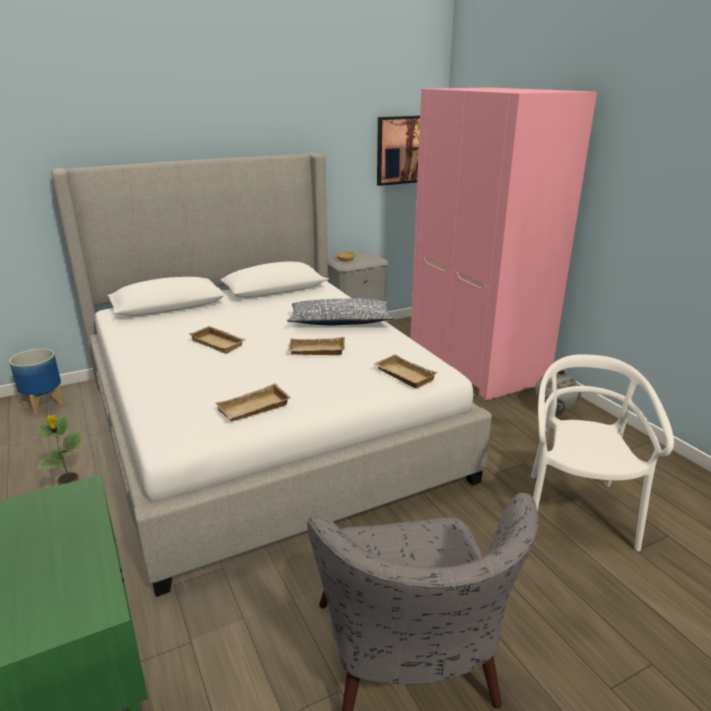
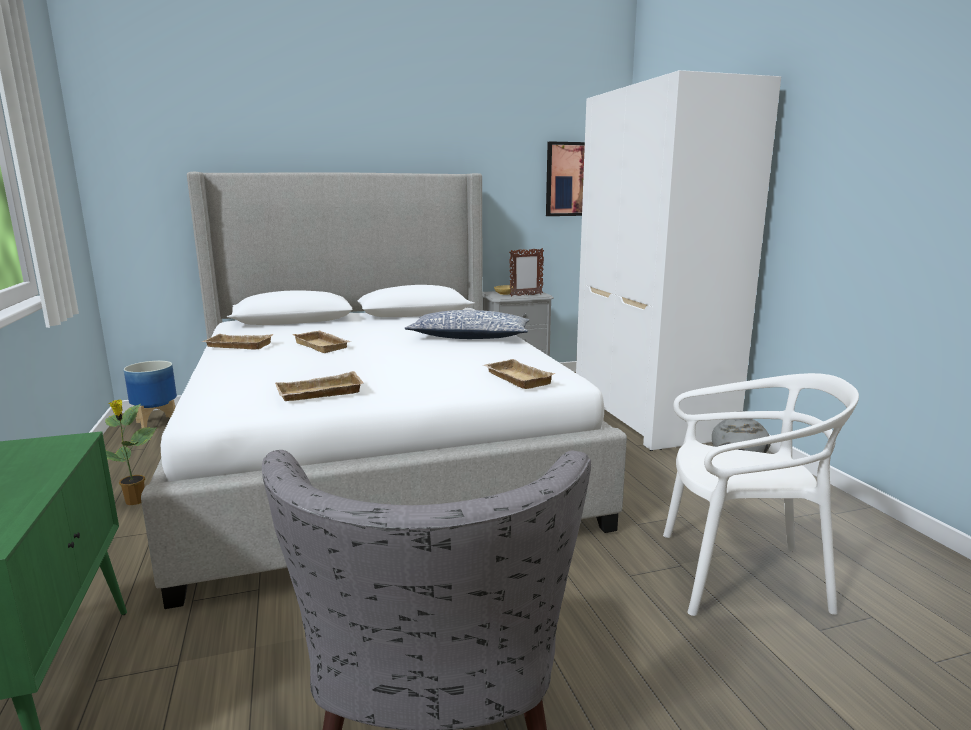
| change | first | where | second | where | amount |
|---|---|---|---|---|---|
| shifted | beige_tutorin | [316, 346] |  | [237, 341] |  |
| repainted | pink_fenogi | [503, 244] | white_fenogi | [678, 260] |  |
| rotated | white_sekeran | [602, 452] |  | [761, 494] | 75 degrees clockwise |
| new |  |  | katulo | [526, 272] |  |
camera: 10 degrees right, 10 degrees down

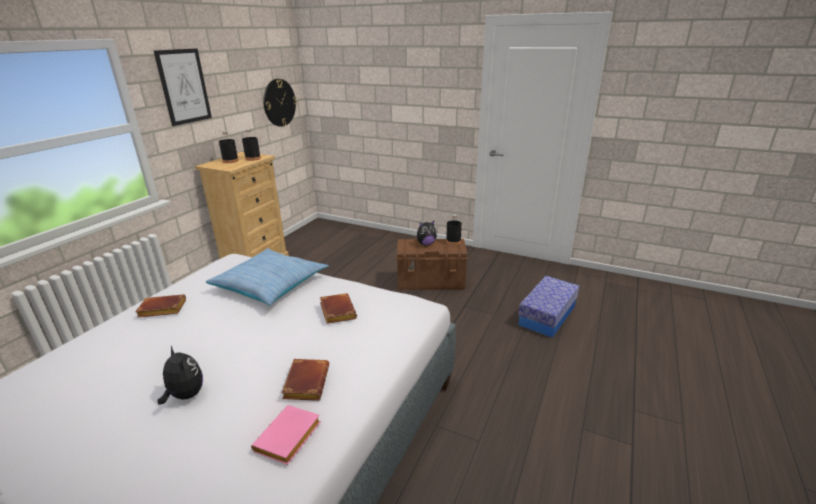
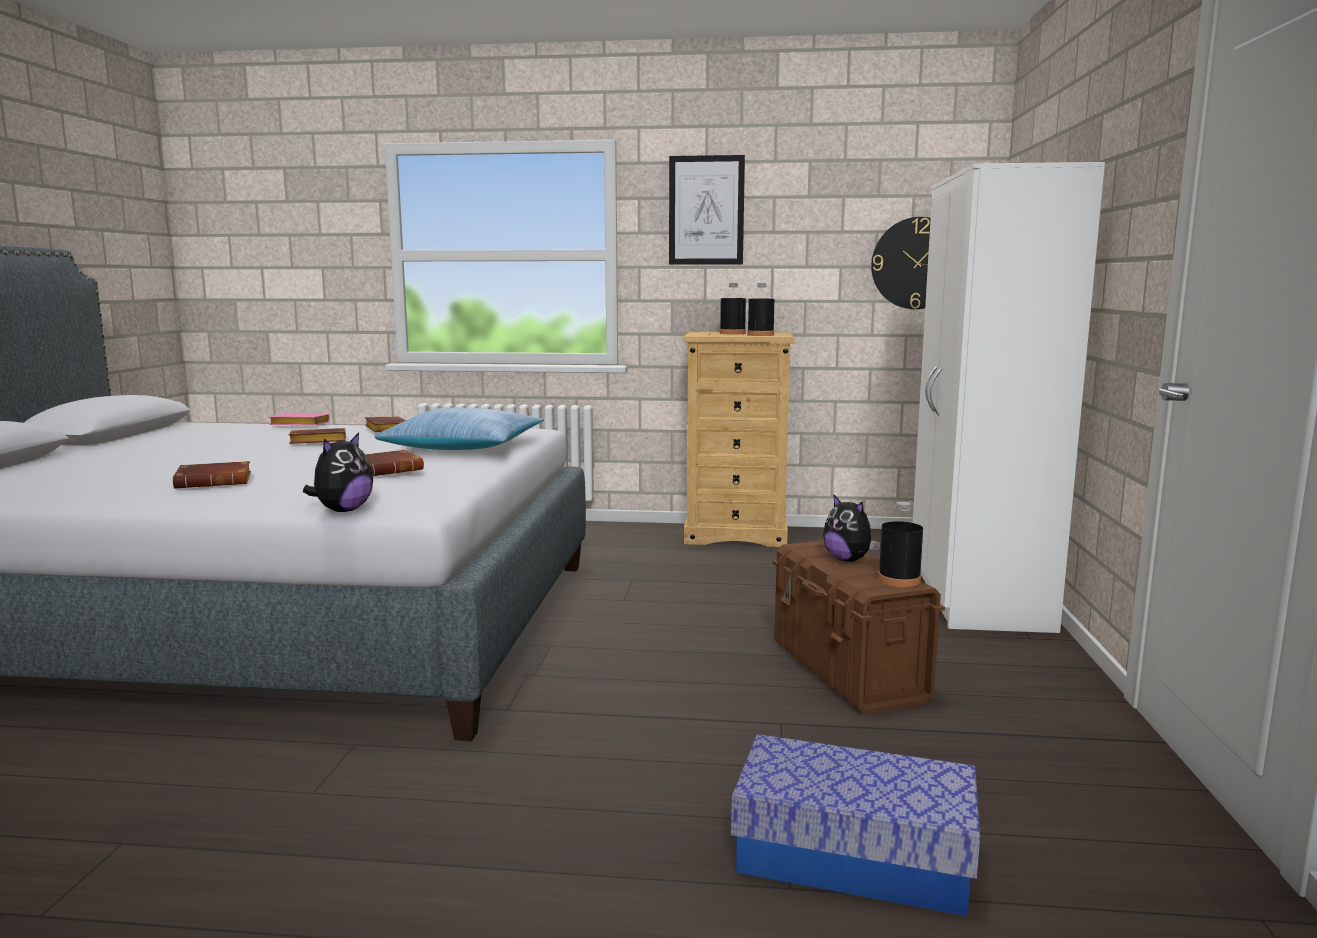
| change | first | where | second | where | amount |
|---|---|---|---|---|---|
| shifted | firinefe | [180, 375] |  | [338, 472] |  |
| shifted | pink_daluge | [286, 435] |  | [299, 419] |  |
| new |  |  | brown_daluge | [317, 436] |  |
| new |  |  | white_fenogi | [1009, 397] |  |
camera: 70 degrees right, 15 degrees down

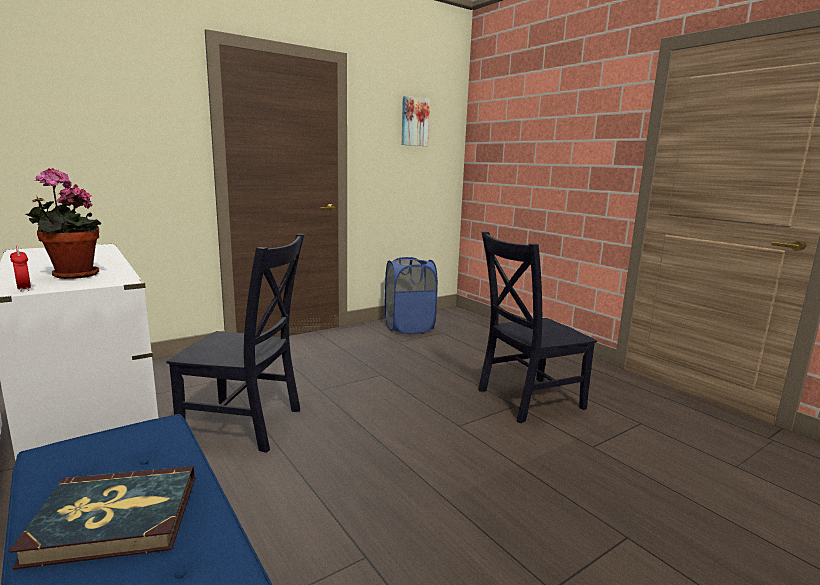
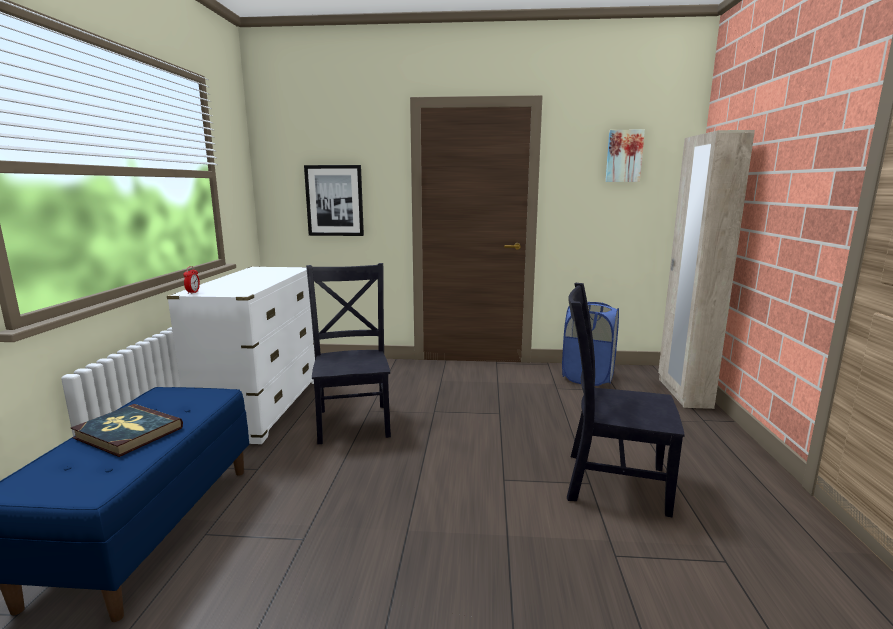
| change | first | where | second | where | amount |
|---|---|---|---|---|---|
| gone | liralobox | [63, 223] |  |  |  |
| rotated | black_sekeran | [235, 343] |  | [348, 353] | 150 degrees counterclockwise |
| new |  |  | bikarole | [334, 200] |  |
| new |  |  | beige_fenogi | [706, 269] |  |
camera: 40 degrees right, 0 degrees up

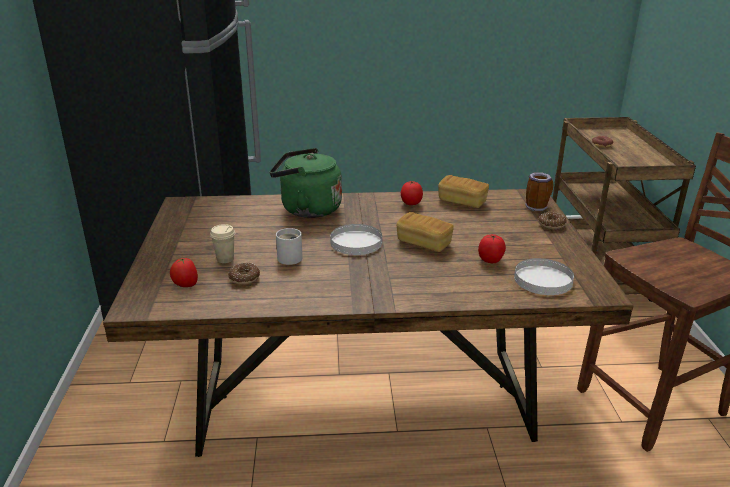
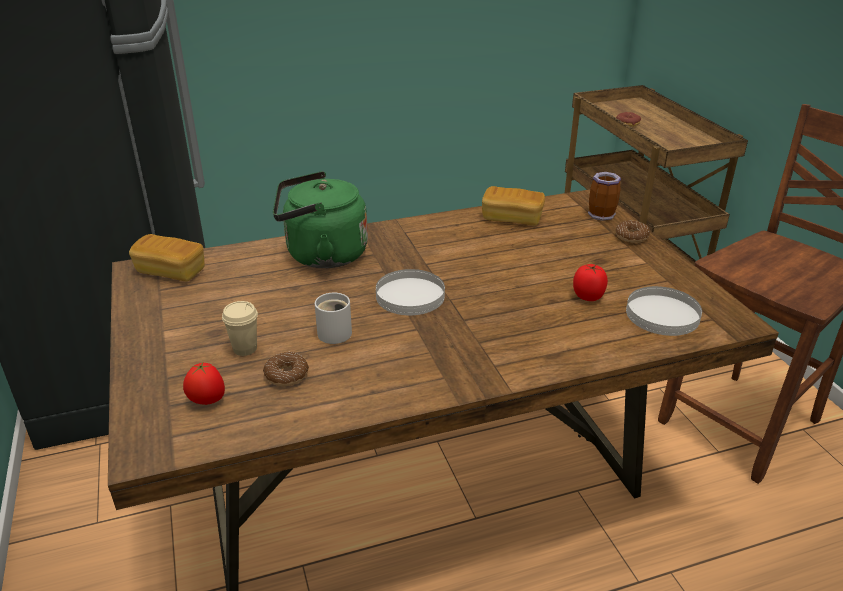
| change | first | where | second | where | amount |
|---|---|---|---|---|---|
| shifted | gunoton | [425, 232] |  | [167, 257] |  |
| gone | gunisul | [412, 193] |  |  |  |
camera: 15 degrees left, 5 degrees up

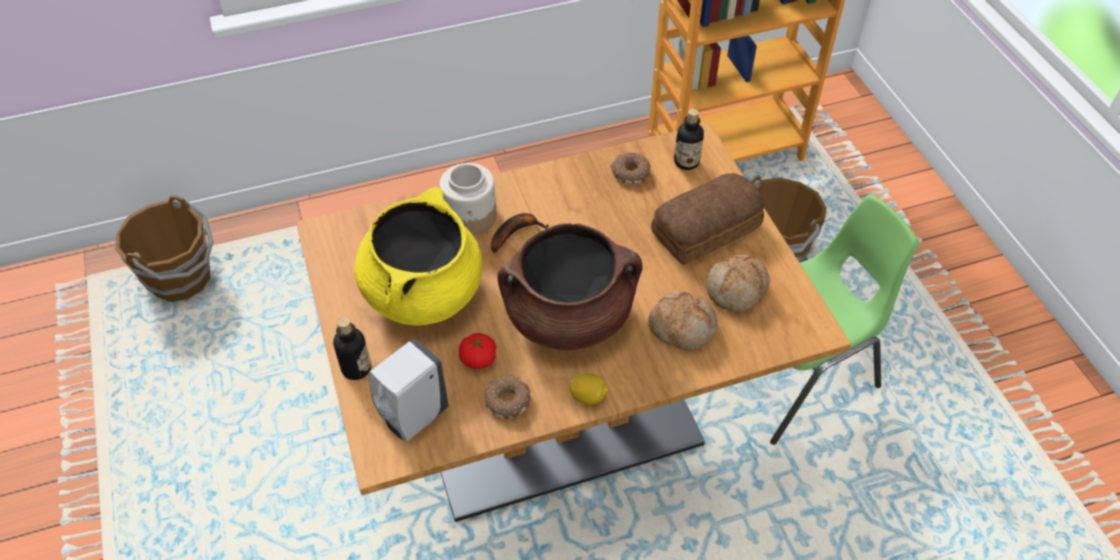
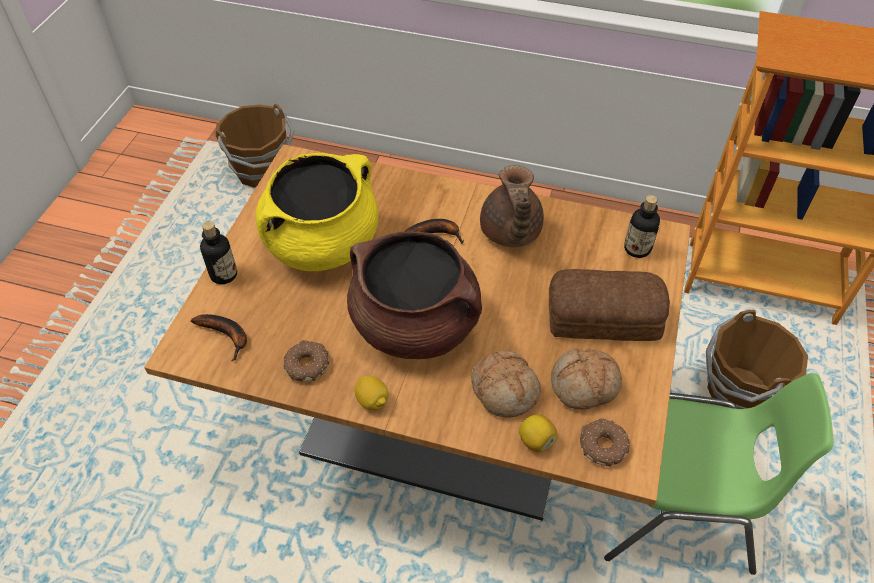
| change | first | where | second | where | amount |
|---|---|---|---|---|---|
| swapped | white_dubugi | [409, 390] | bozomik | [219, 337] |  |
| gone | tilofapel | [468, 199] |  |  |  |
| gone | gunisul | [477, 351] |  |  |  |
| shifted | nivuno | [630, 168] |  | [605, 442] |  |
| new |  |  | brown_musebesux | [512, 206] |  |
| new |  |  | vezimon | [538, 433] |  |
camera: 35 degrees right, 0 degrees up

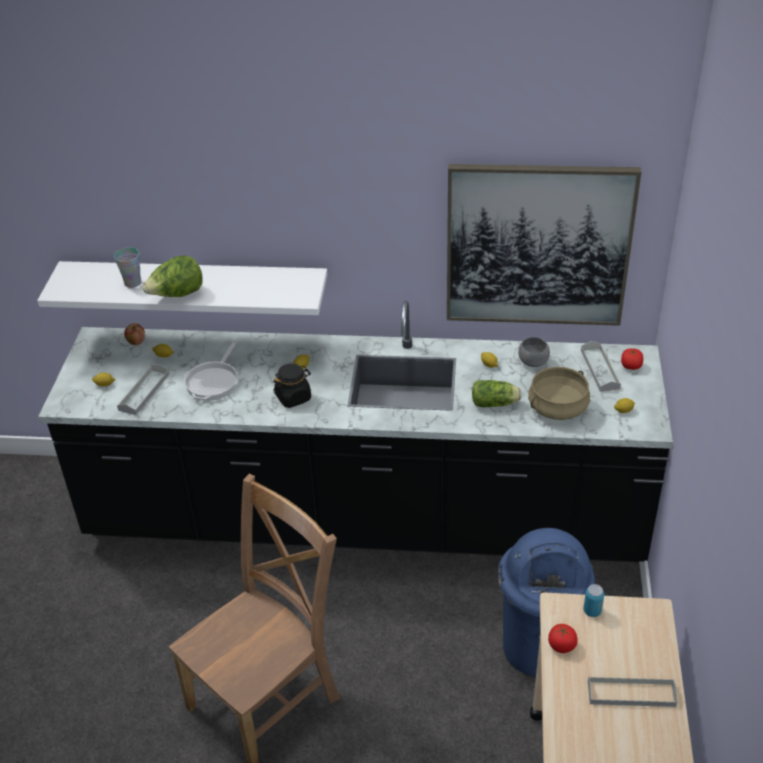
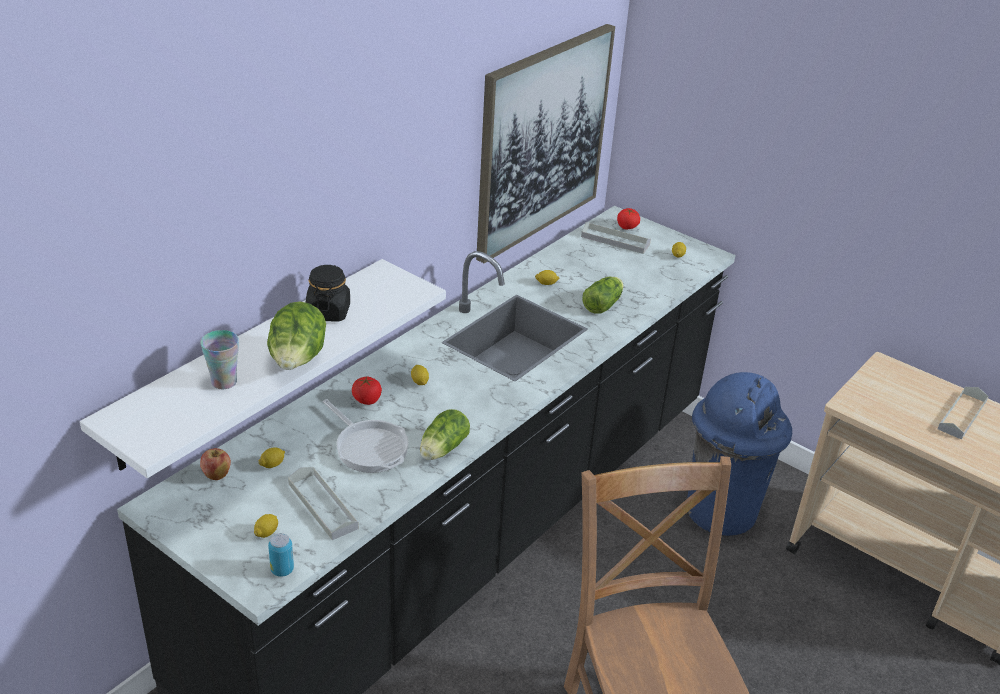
| change | first | where | second | where | amount |
|---|---|---|---|---|---|
| shifted | black_tilofapel | [292, 385] |  | [328, 293] |  |
| gone | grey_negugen | [534, 352] |  |  |  |
| gone | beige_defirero | [559, 393] |  |  |  |
| shifted | gunisul | [563, 638] |  | [367, 390] |  |
| shifted | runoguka | [593, 600] |  | [281, 555] |  |
| new |  |  | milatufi | [445, 434] |  |
camera: 60 degrees left, 5 degrees down

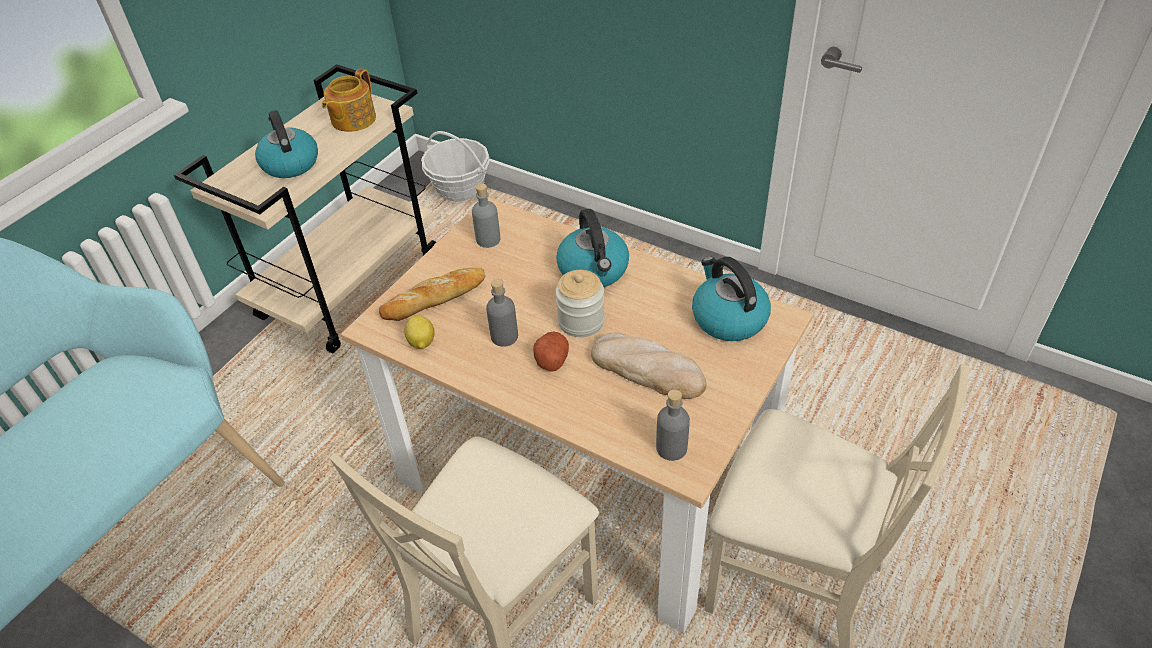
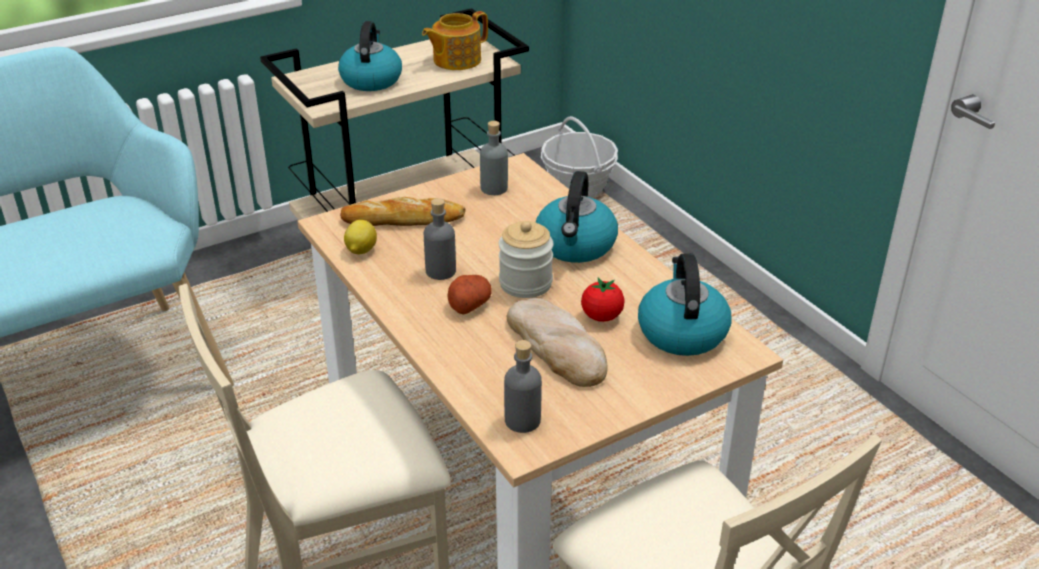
| change | first | where | second | where | amount |
|---|---|---|---|---|---|
| new |  |  | gunisul | [603, 300] |  |
camera: 25 degrees right, 10 degrees down

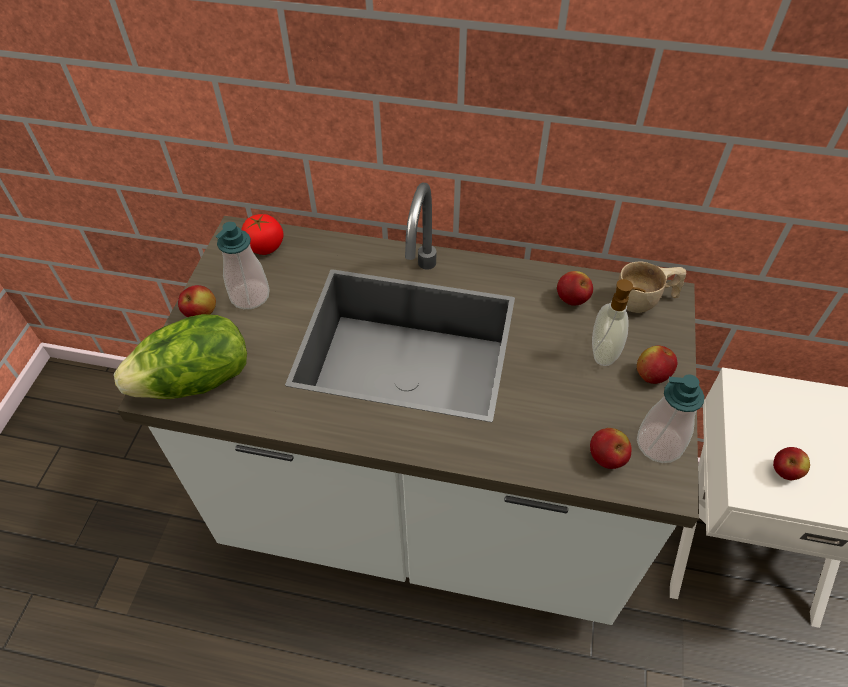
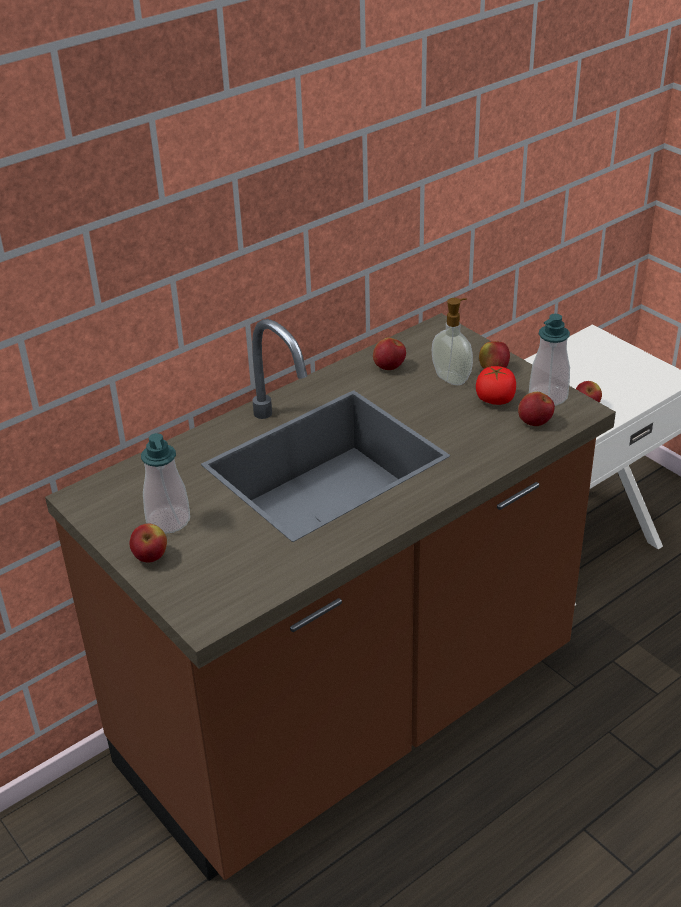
| change | first | where | second | where | amount |
|---|---|---|---|---|---|
| gone | milatufi | [180, 356] |  |  |  |
| repainted | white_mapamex | [408, 403] | brown_mapamex | [330, 597] |  |
| shifted | gunisul | [262, 234] |  | [496, 385] |  |
| gone | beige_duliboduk | [652, 287] |  |  |  |
camera: 50 degrees left, 15 degrees down

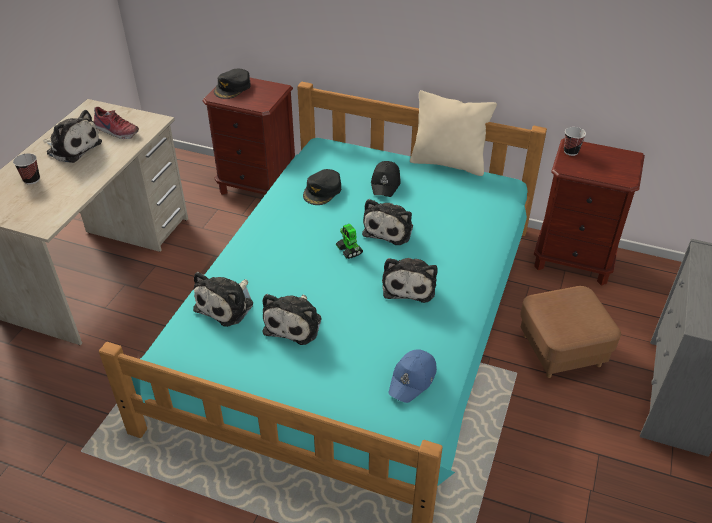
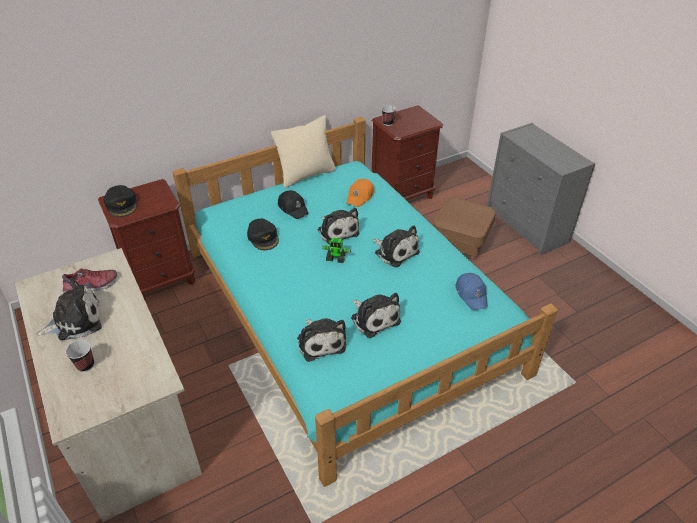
| change | first | where | second | where | amount |
|---|---|---|---|---|---|
| new |  |  | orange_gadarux | [360, 193] |  |
camera: 50 degrees left, 0 degrees up

